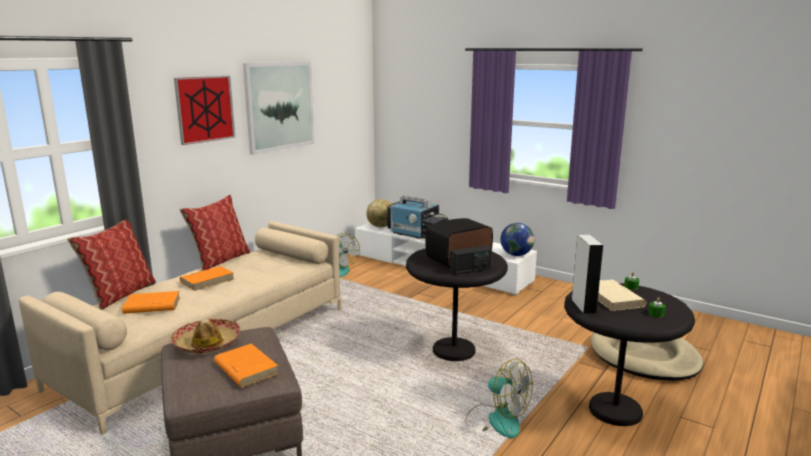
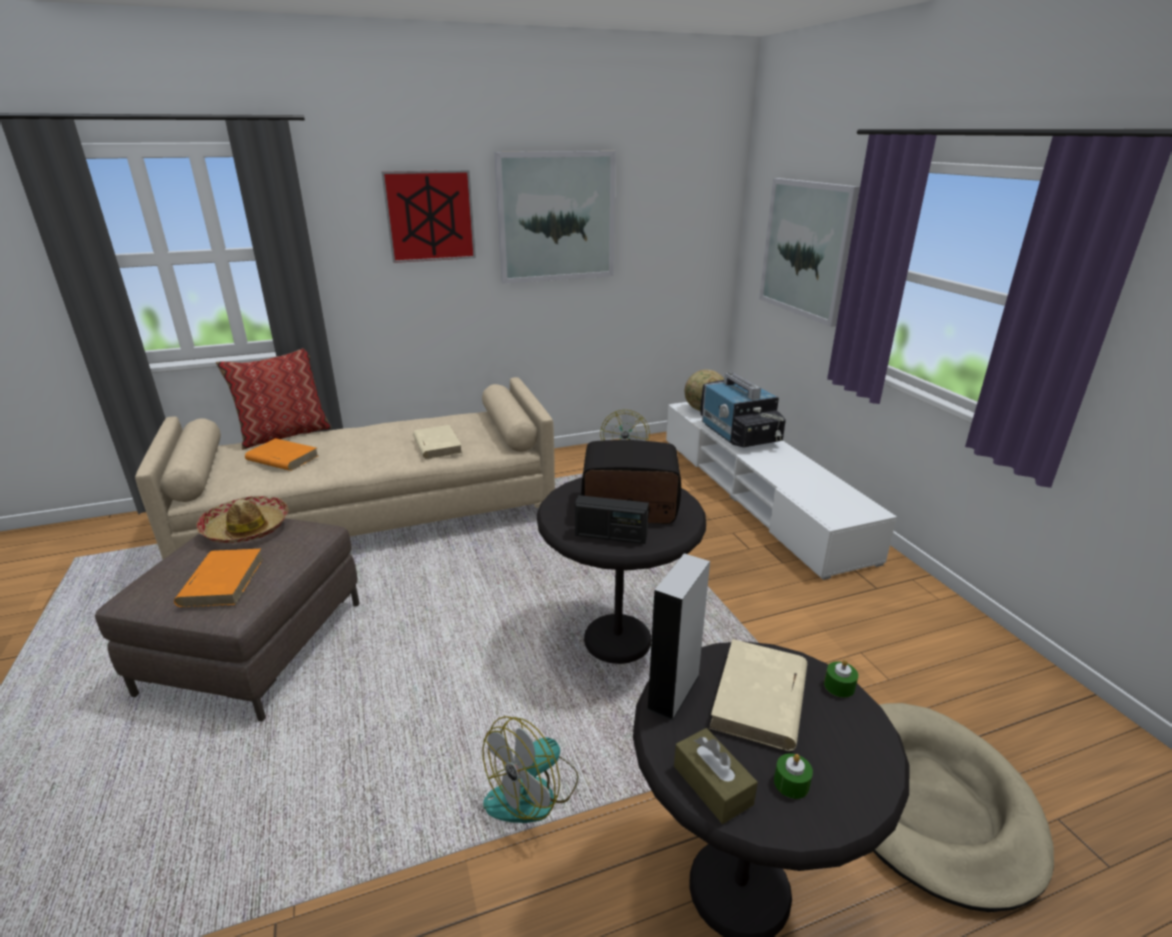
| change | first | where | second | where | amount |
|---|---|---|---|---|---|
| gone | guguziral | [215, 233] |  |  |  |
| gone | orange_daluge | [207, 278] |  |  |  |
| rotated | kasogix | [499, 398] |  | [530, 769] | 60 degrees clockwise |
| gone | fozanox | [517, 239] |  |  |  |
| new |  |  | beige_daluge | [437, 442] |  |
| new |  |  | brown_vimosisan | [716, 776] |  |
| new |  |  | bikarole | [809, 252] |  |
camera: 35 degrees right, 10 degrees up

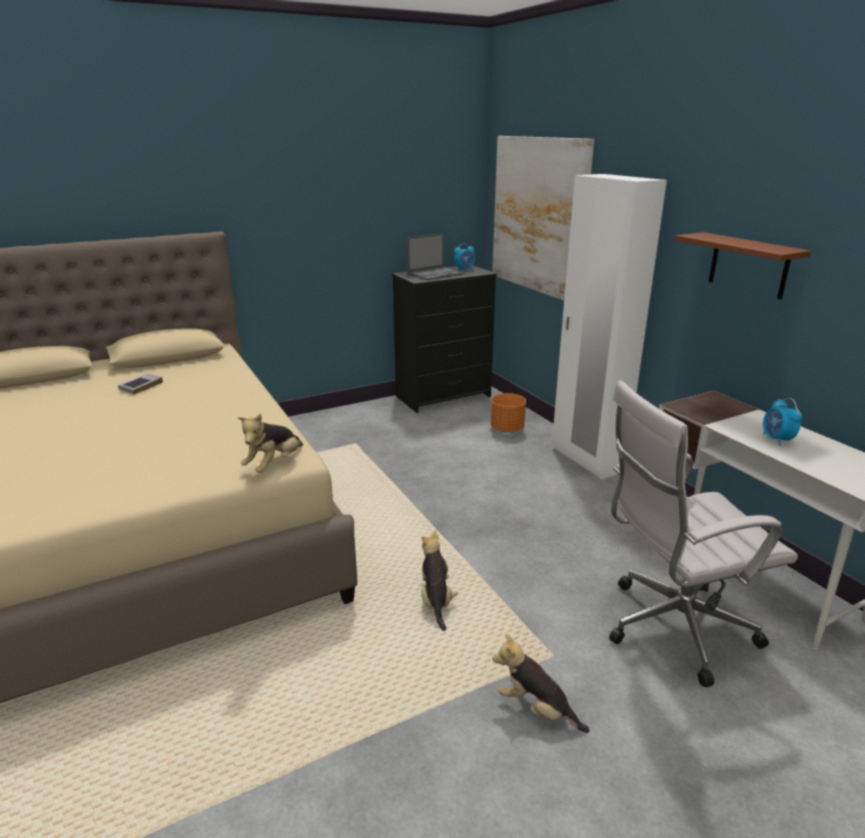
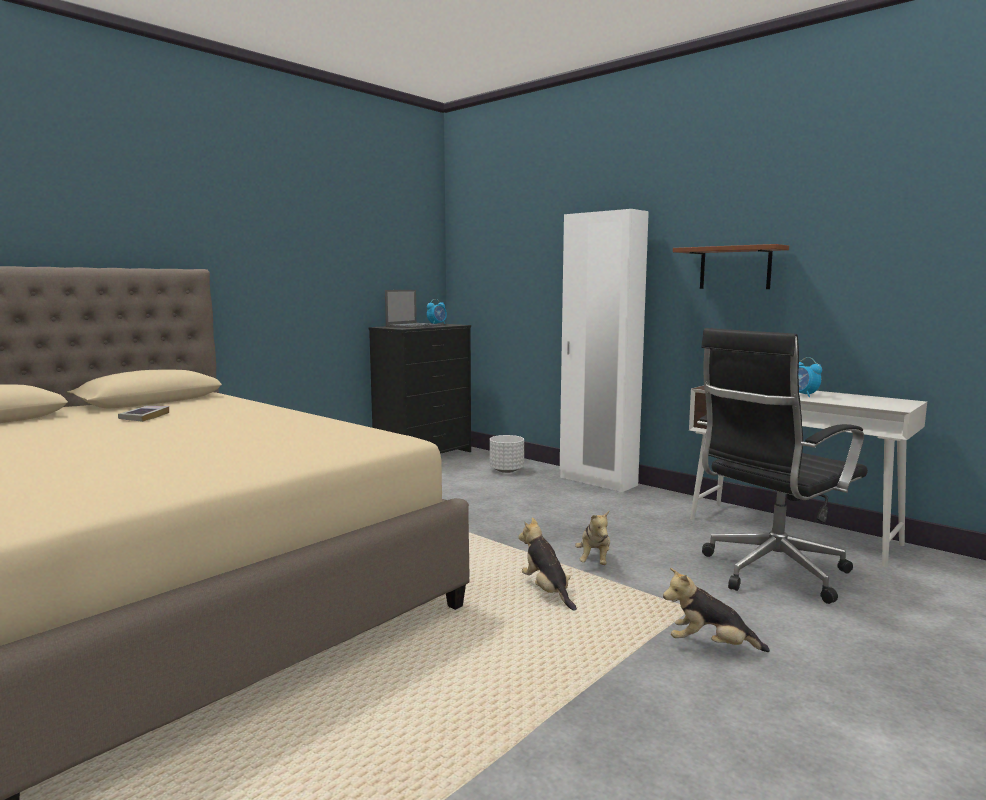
| change | first | where | second | where | amount |
|---|---|---|---|---|---|
| shifted | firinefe | [270, 443] |  | [592, 538] |  |
| repainted | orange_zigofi | [508, 413] | white_zigofi | [507, 454] |  |
| gone | bikarole | [543, 218] |  |  |  |
| repainted | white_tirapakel | [703, 533] | black_tirapakel | [782, 466] |  |
camera: 20 degrees left, 15 degrees down

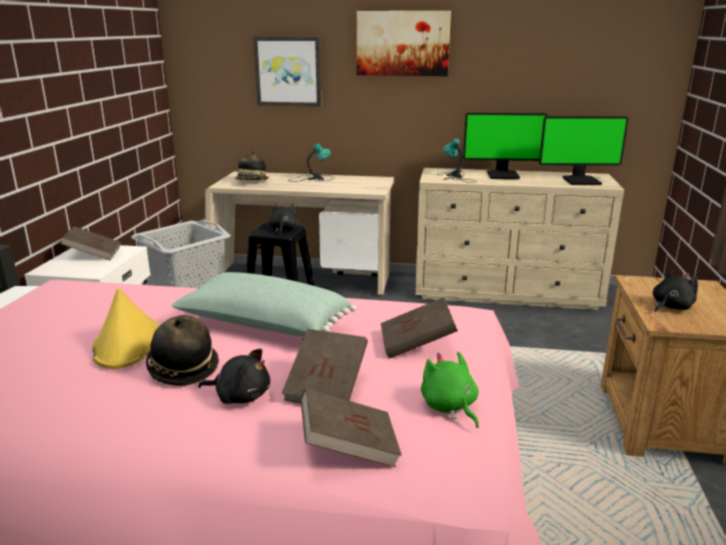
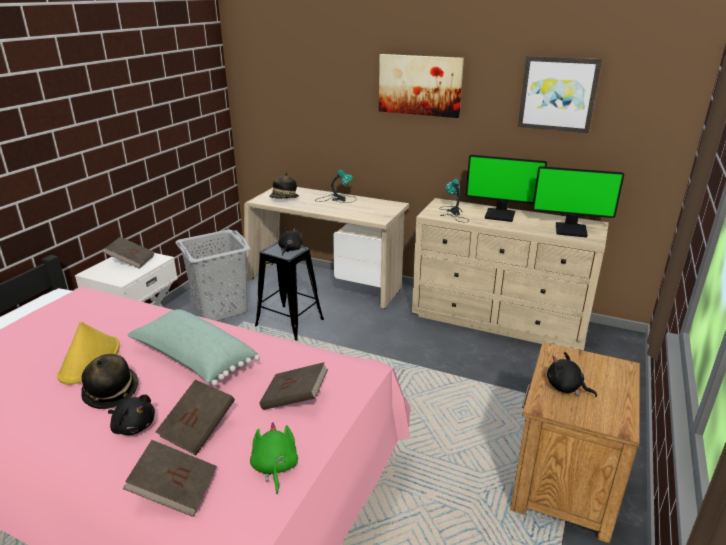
| change | first | where | second | where | amount |
|---|---|---|---|---|---|
| shifted | bikarole | [287, 71] |  | [560, 94] |  |
| rotated | black_firinefe | [675, 291] |  | [572, 374] | 120 degrees counterclockwise |
camera: 15 degrees right, 5 degrees up

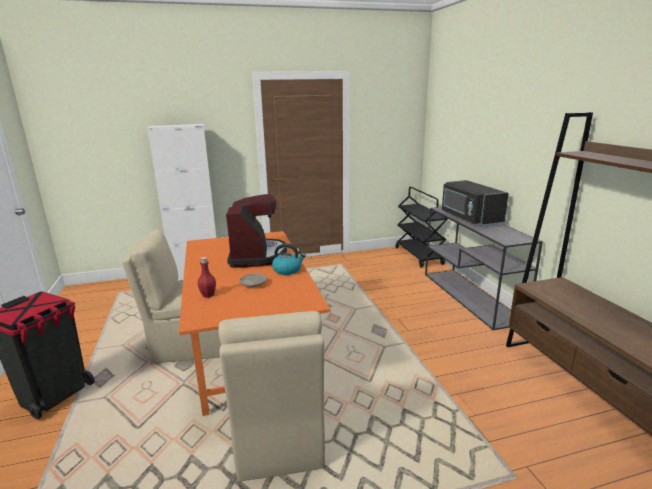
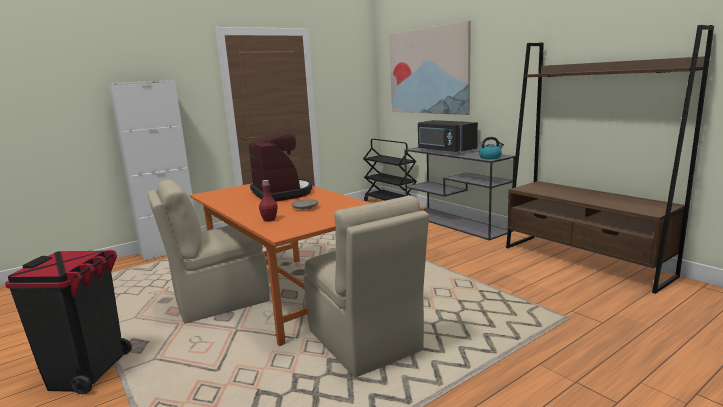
| change | first | where | second | where | amount |
|---|---|---|---|---|---|
| shifted | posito | [289, 259] |  | [491, 148] |  |
| new |  |  | bikarole | [430, 68] |  |
camera: 20 degrees left, 5 degrees down

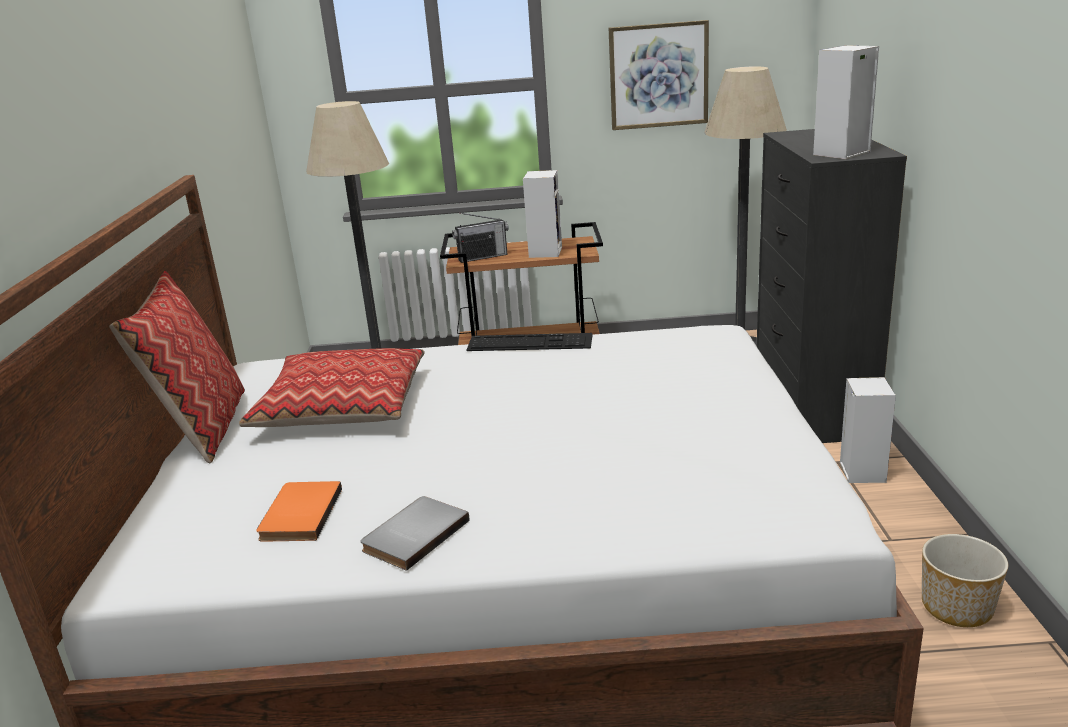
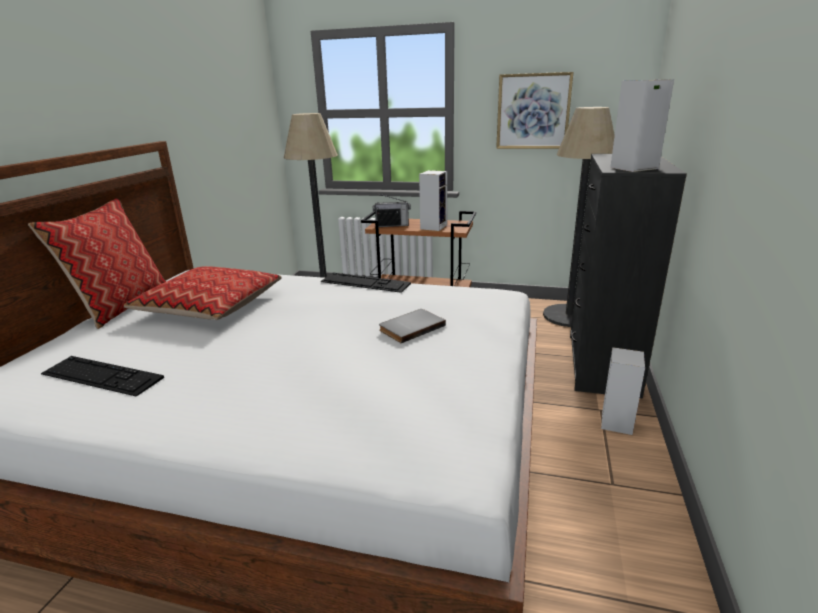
| change | first | where | second | where | amount |
|---|---|---|---|---|---|
| swapped | orange_daluge | [299, 511] | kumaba | [102, 376] |  |
| shifted | grey_daluge | [414, 533] |  | [412, 326] |  |
| gone | zigofi | [965, 580] |  |  |  |
camera: 15 degrees right, 0 degrees up

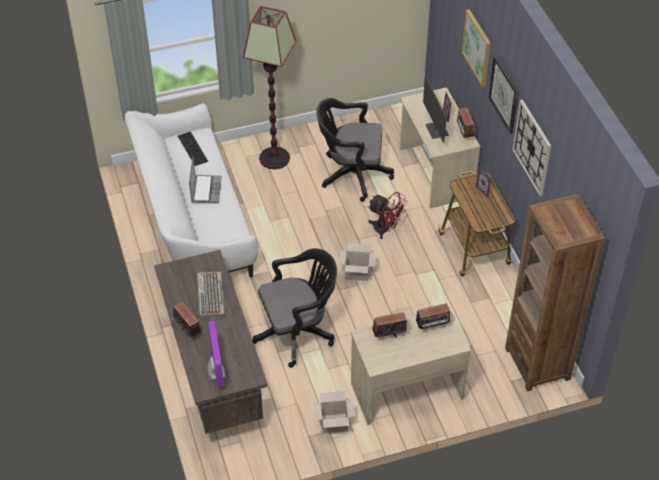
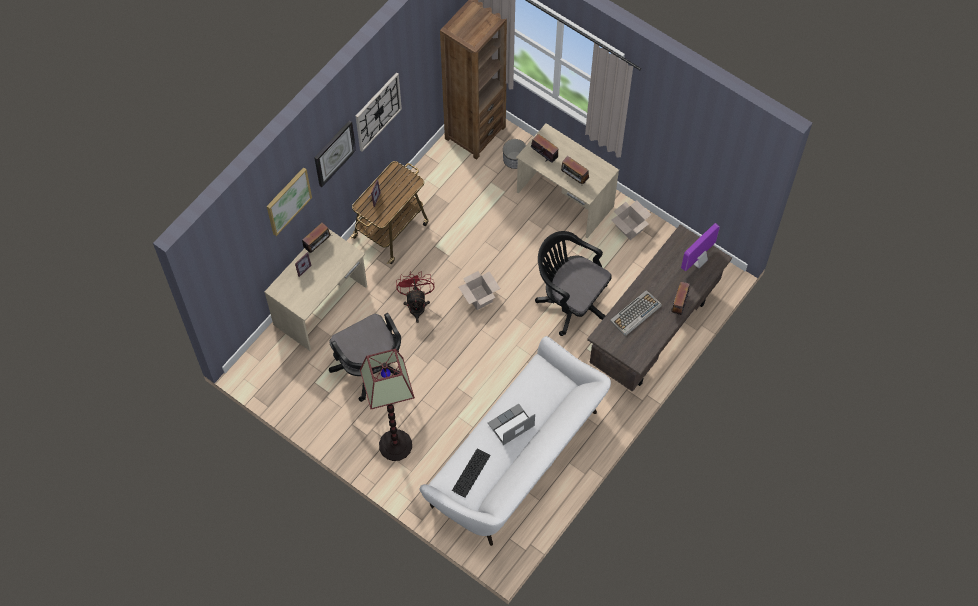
| change | first | where | second | where | amount |
|---|---|---|---|---|---|
| gone | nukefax | [436, 109] |  |  |  |
| new |  |  | zigofi | [514, 154] |  |
camera: 125 degrees left, 15 degrees up

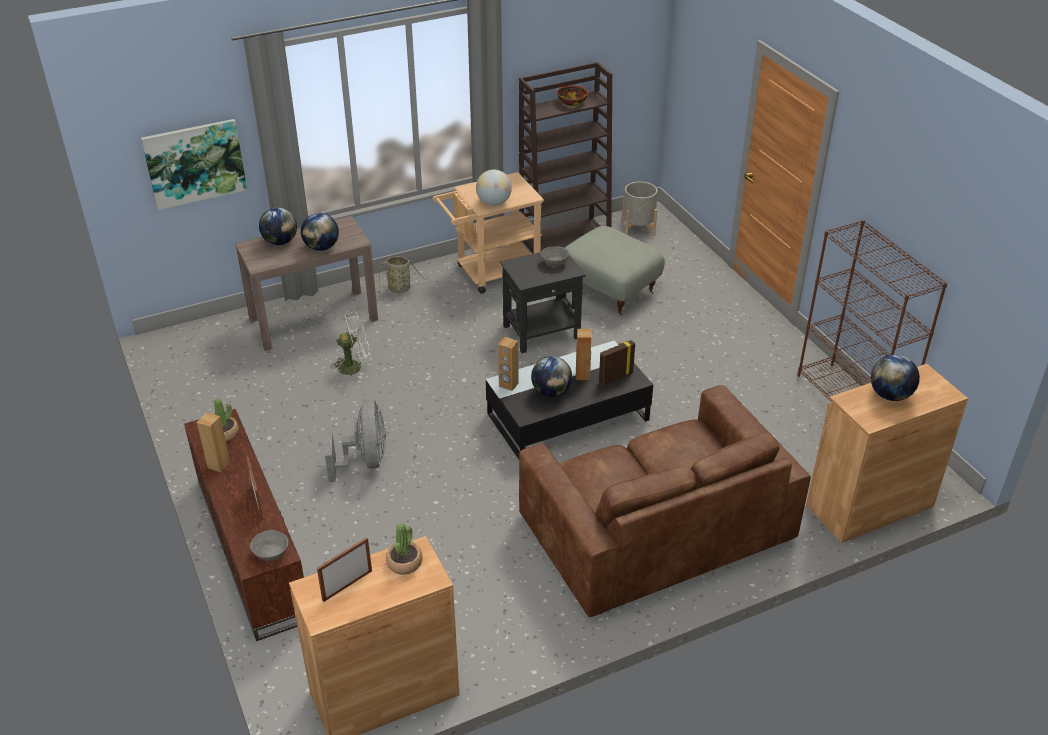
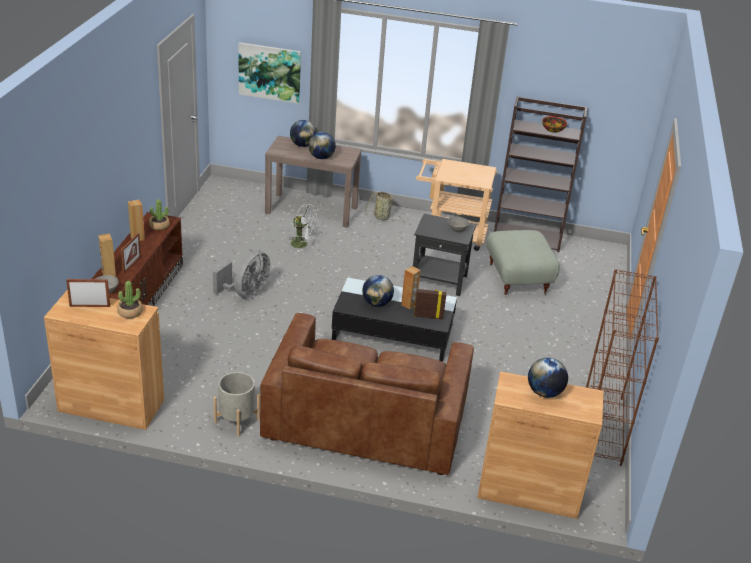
| change | first | where | second | where | amount |
|---|---|---|---|---|---|
| gone | fozanox | [494, 187] |  |  |  |
| shifted | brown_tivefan | [508, 364] |  | [107, 255] |  |
| shifted | grey_zigofi | [640, 208] |  | [236, 404] |  |
camera: 35 degrees right, 5 degrees down

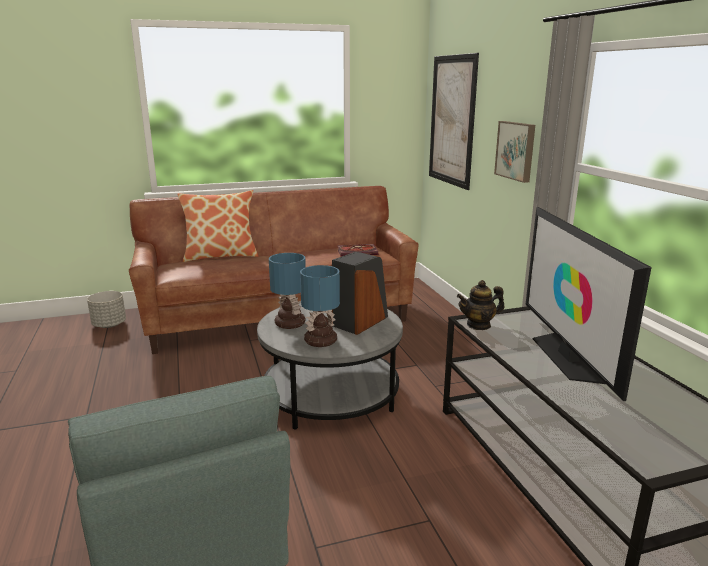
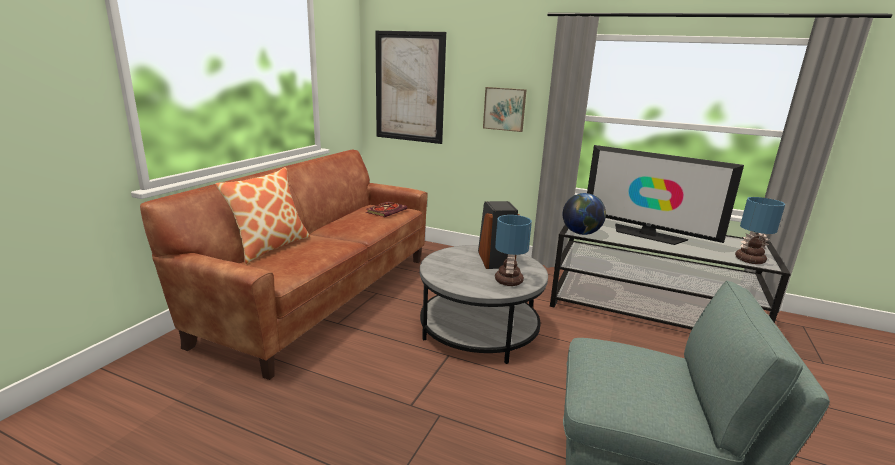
| change | first | where | second | where | amount |
|---|---|---|---|---|---|
| gone | grey_zigofi | [106, 309] |  |  |  |
| shifted | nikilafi | [287, 291] |  | [760, 230] |  |
| swapped | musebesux | [481, 305] | fozanox | [584, 214] |  |
camera: 50 degrees left, 0 degrees up

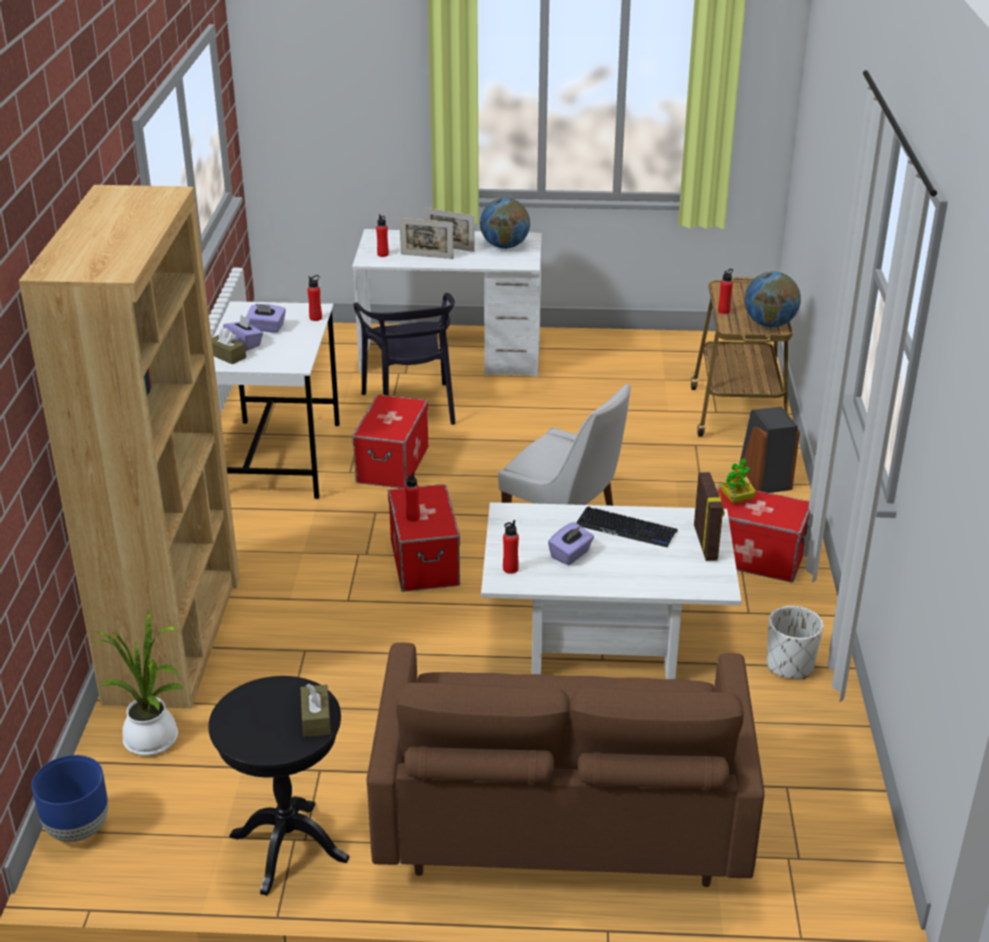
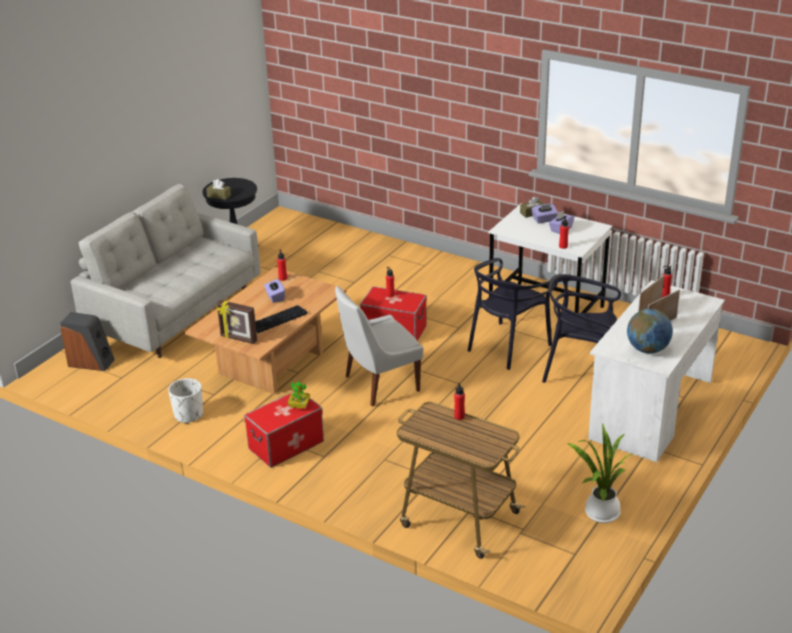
| change | first | where | second | where | amount |
|---|---|---|---|---|---|
| gone | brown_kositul | [129, 446] |  |  |  |
| gone | blue_zigofi | [69, 798] |  |  |  |
| shifted | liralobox | [139, 683] |  | [599, 472] |  |
| swapped | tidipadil | [390, 441] | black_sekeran | [512, 314] |  |
| repainted | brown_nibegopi | [565, 765] | grey_nibegopi | [166, 271] |  |
| repainted | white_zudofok | [611, 590] | brown_zudofok | [266, 330] |  |
| shifted | tivefan | [770, 450] |  | [87, 341] |  |
| gone | fozanox | [773, 299] |  |  |  |
camera: 120 degrees right, 0 degrees up

